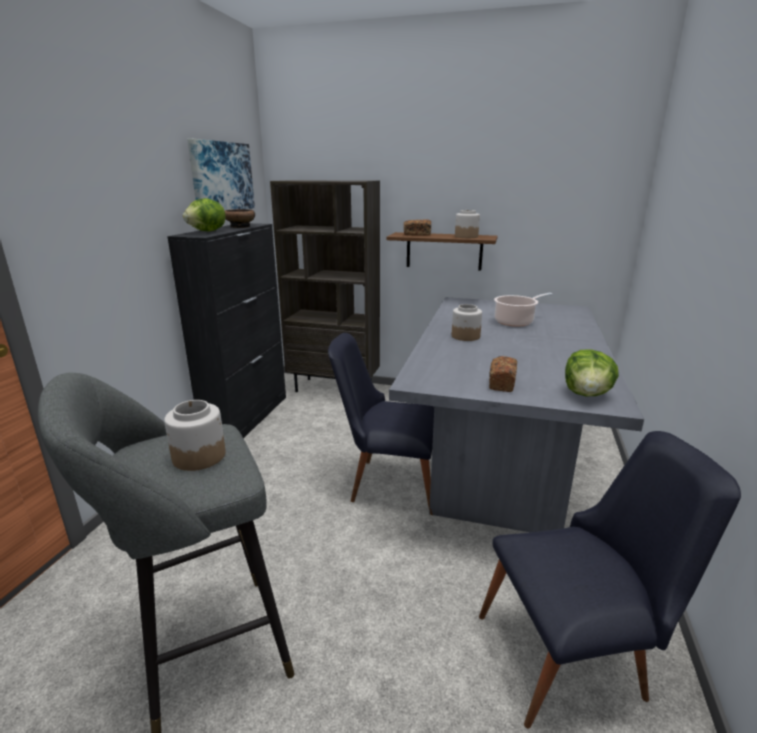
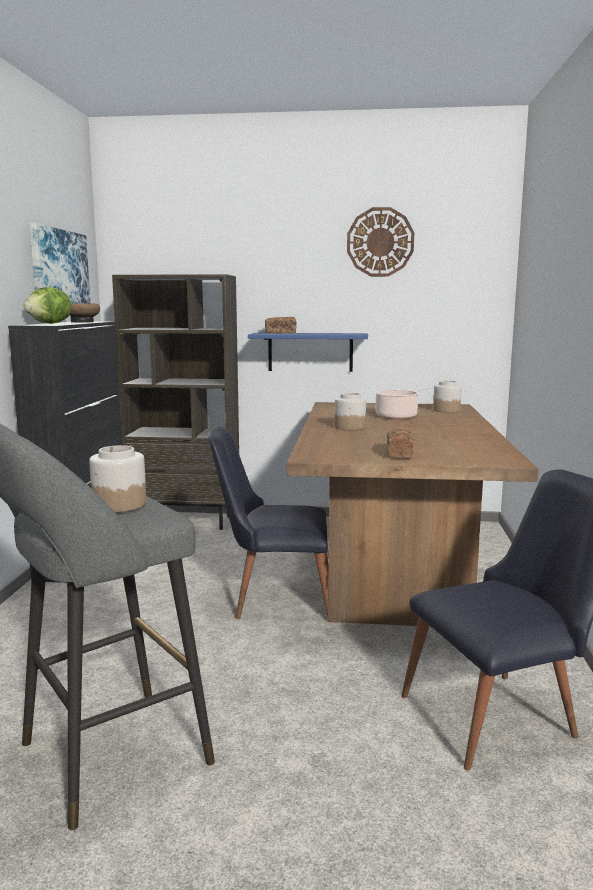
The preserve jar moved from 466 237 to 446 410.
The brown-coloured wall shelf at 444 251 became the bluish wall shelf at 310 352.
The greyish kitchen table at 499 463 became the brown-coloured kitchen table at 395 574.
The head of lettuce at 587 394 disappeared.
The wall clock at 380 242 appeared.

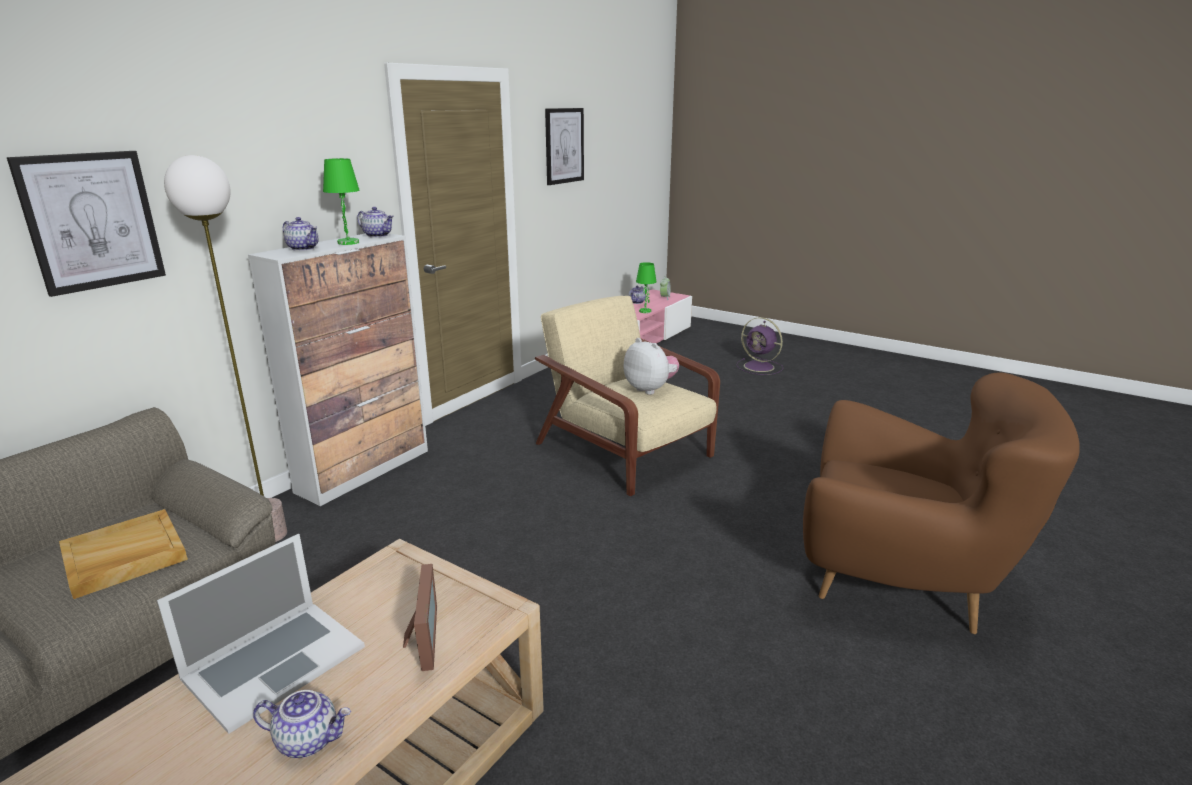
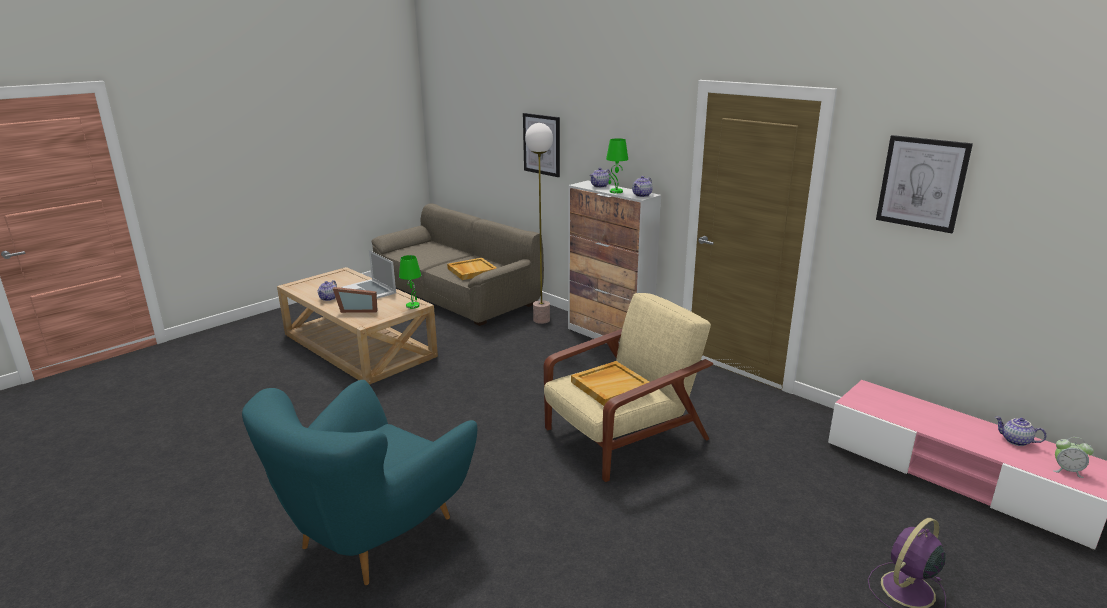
The green lamp for a table moved from 645 311 to 413 306.
The cuddly toy at 650 389 was replaced by the beige-coloured tray at 610 385.
The brown-coloured armchair at 902 582 became the turquoise-coloured armchair at 373 534.

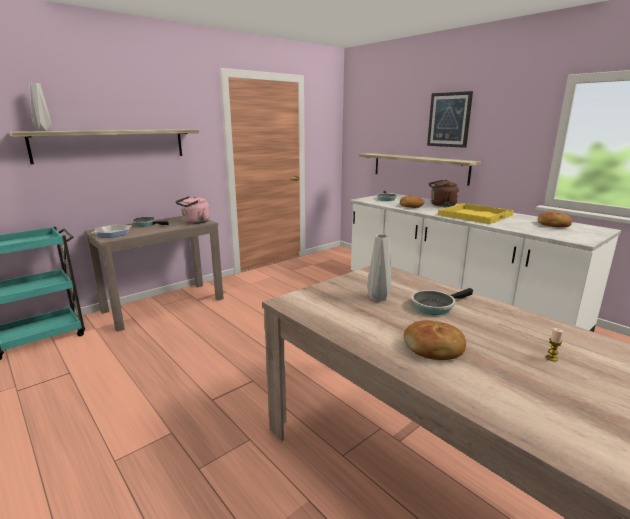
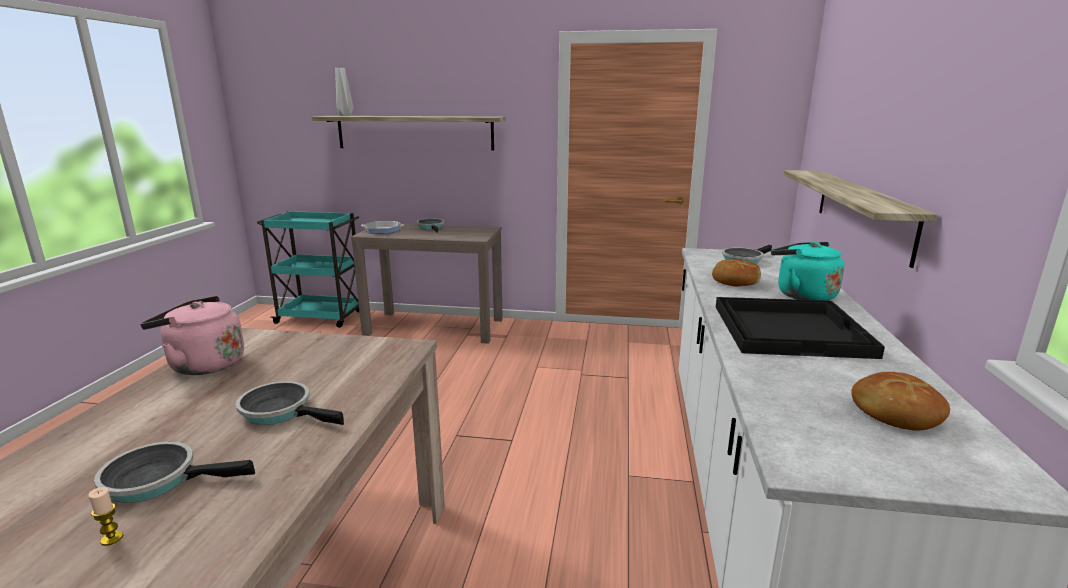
The wall art at 449 120 disappeared.
The brown-coloured water kettle at 441 205 became the turquoise-coloured water kettle at 802 295.
The pink water kettle moved from 194 222 to 203 365.
The yellowish tray at 475 215 became the black-coloured tray at 790 329.
The greyish vase at 379 299 disappeared.
The bakery bread at 434 348 disappeared.
The pan at 158 480 appeared.

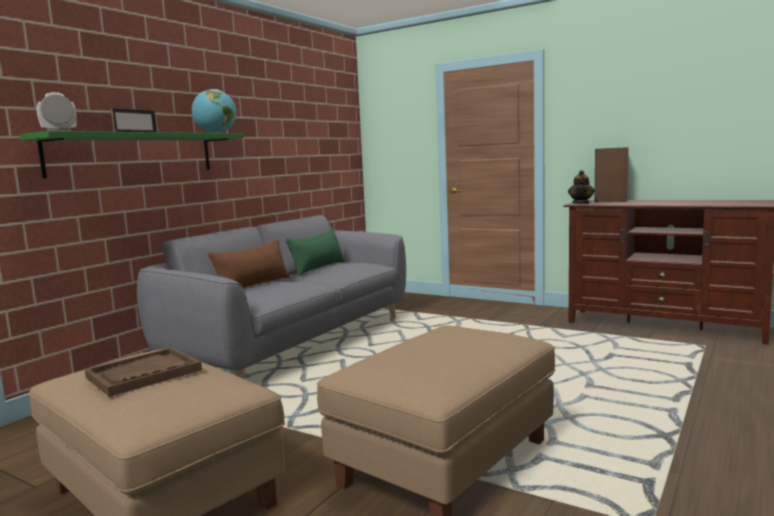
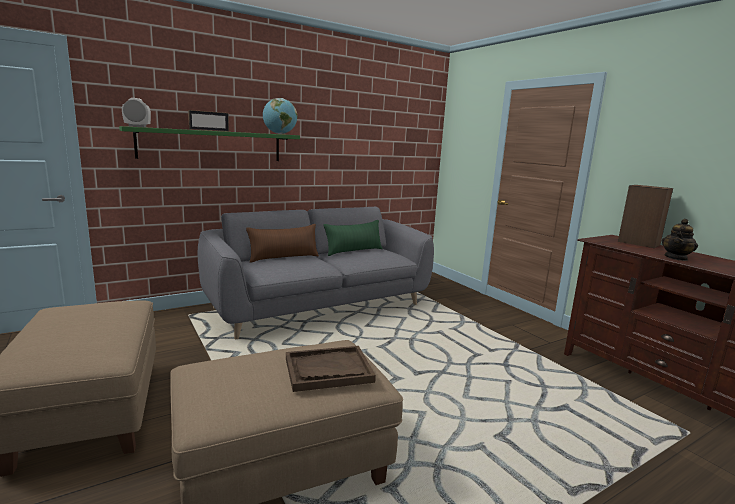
The teapot moved from 581 203 to 676 258.
The brown-coloured tray moved from 144 374 to 328 370.

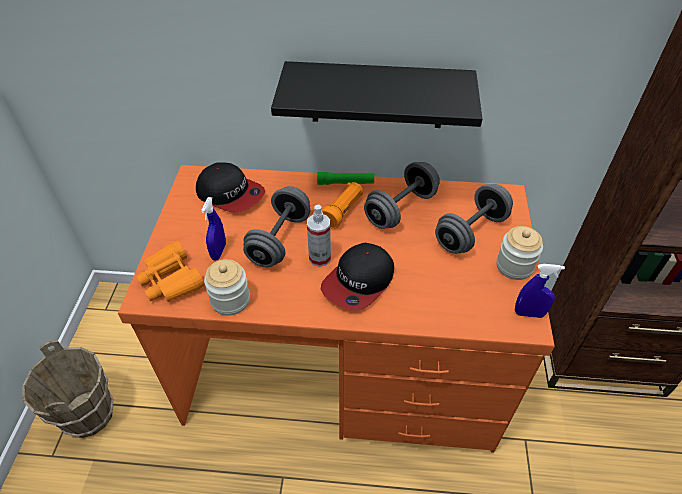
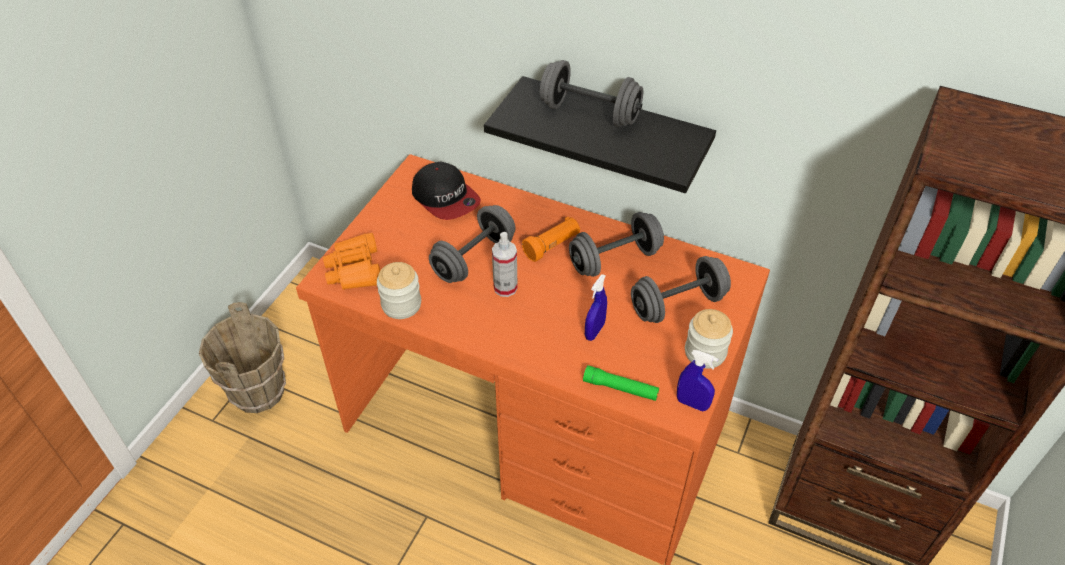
The green torch moved from 345 183 to 620 388.
The bluish sprayer moved from 218 251 to 594 331.
The cap at 359 282 disappeared.
The greyish hand weight at 590 113 appeared.

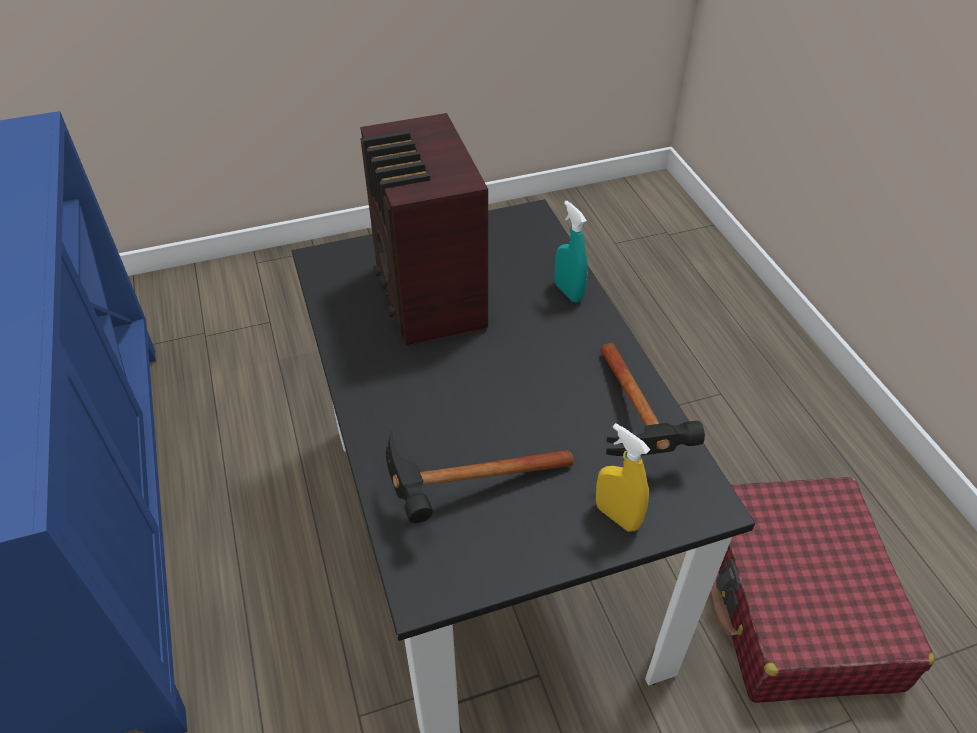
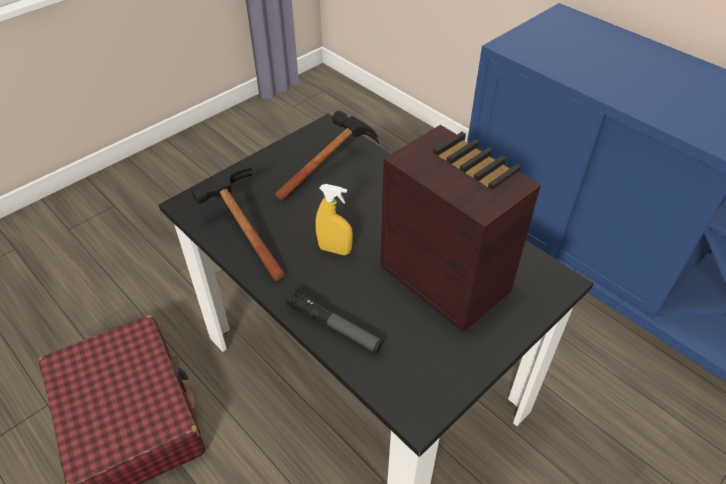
The turquoise-coloured sprayer at 568 292 was replaced by the torch at 334 326.
The yellowish sprayer moved from 617 516 to 335 250.

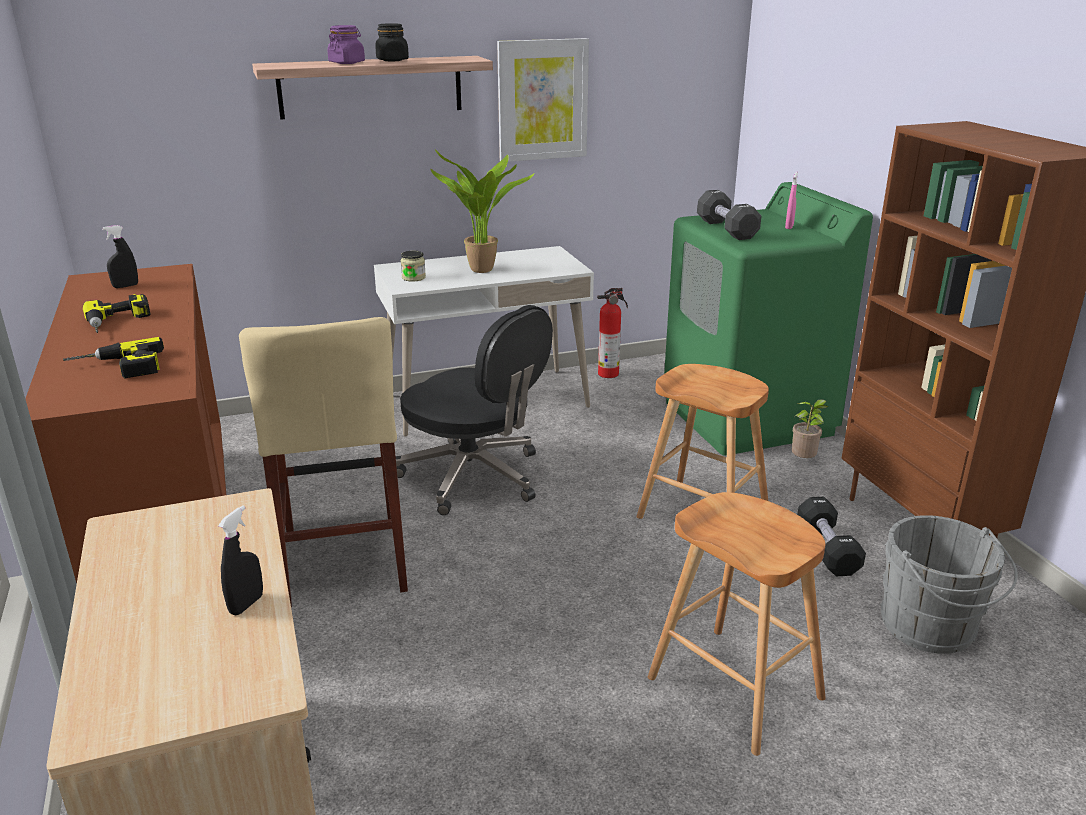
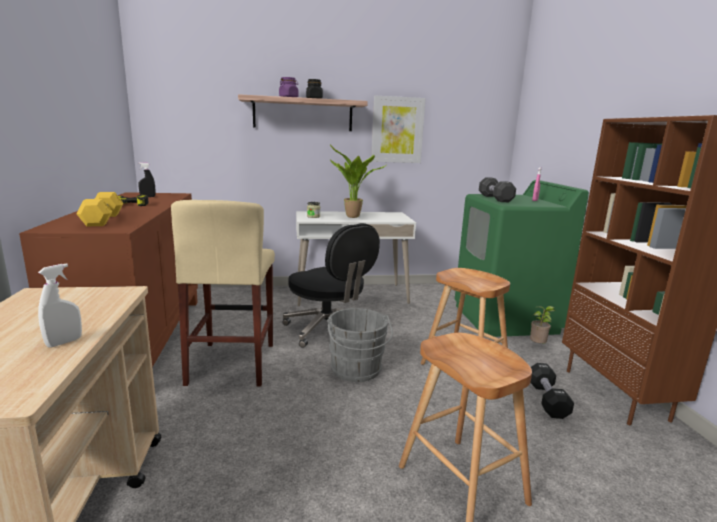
The fire-fighting cylinder at 610 373 disappeared.
The electric drill at 117 368 was replaced by the yellowish hand weight at 103 220.
The black-coloured sprayer at 246 604 became the white sprayer at 64 342.
The greyish water bucket moved from 931 628 to 356 370.

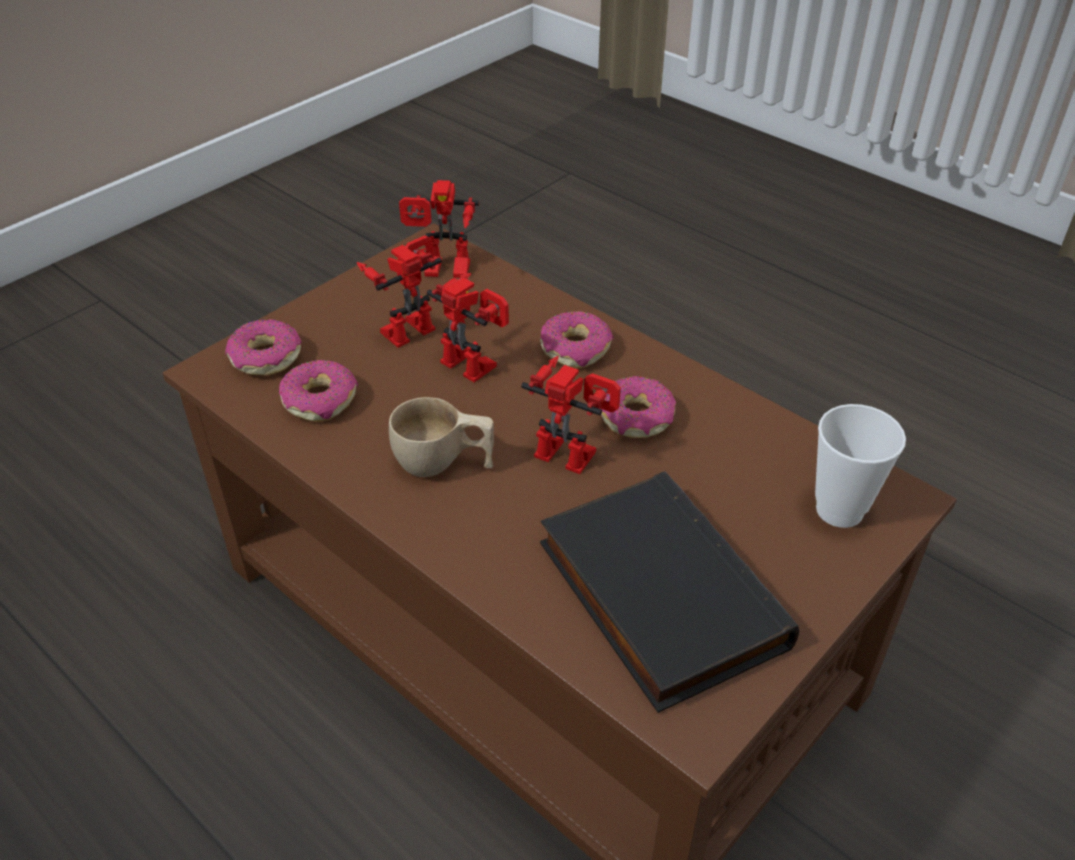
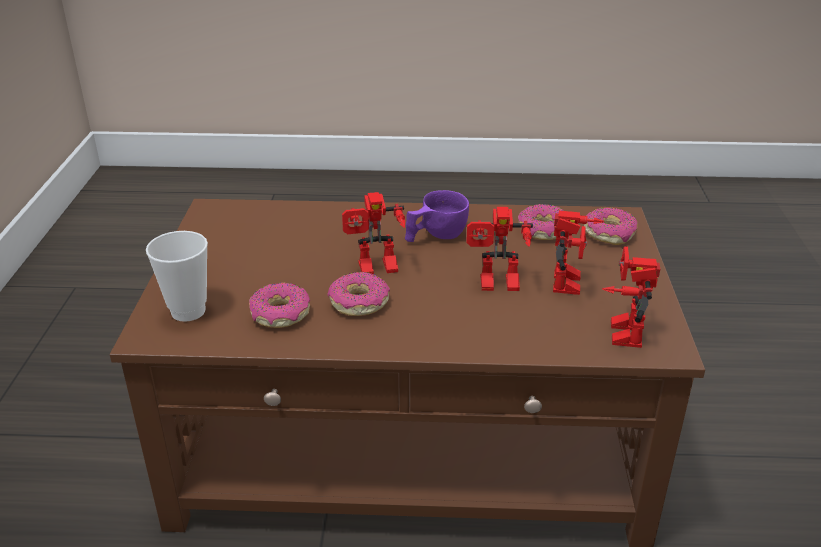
The robot figure at 443 272 turned 45 degrees counterclockwise.
The ring doughnut moved from 576 349 to 280 314.
The beige-coloured cup at 443 463 became the purplish cup at 435 236.
The black-coloured book at 655 595 disappeared.

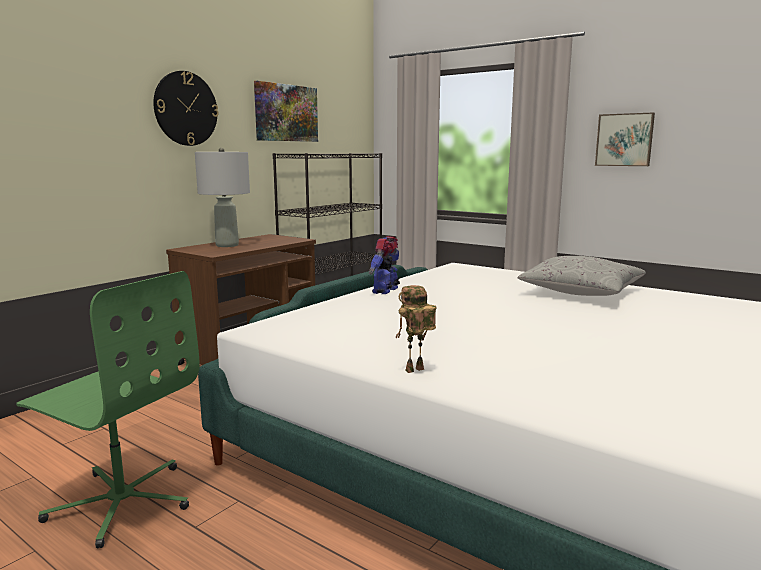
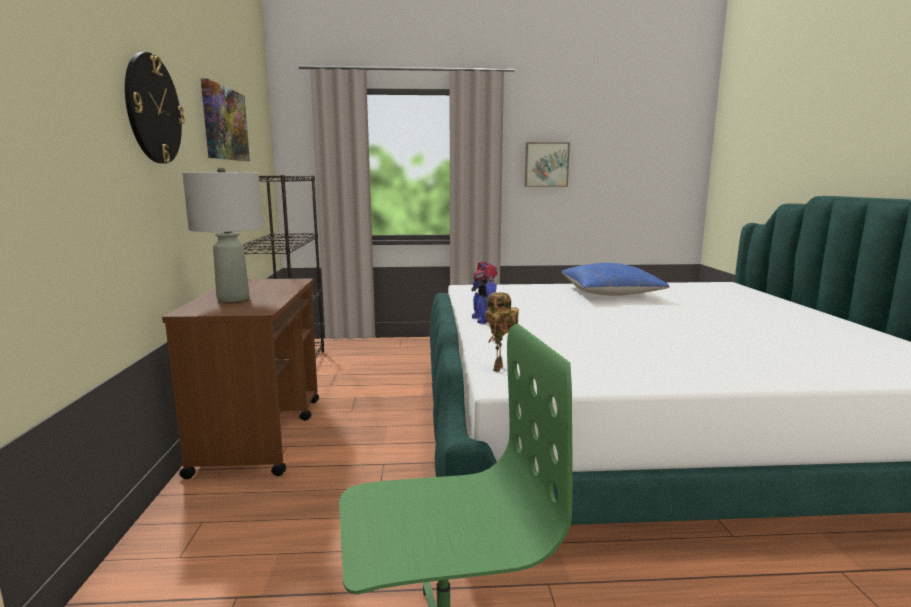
The greyish pillow at 581 292 became the bluish pillow at 610 293.
The robot figure moved from 414 371 to 500 369.

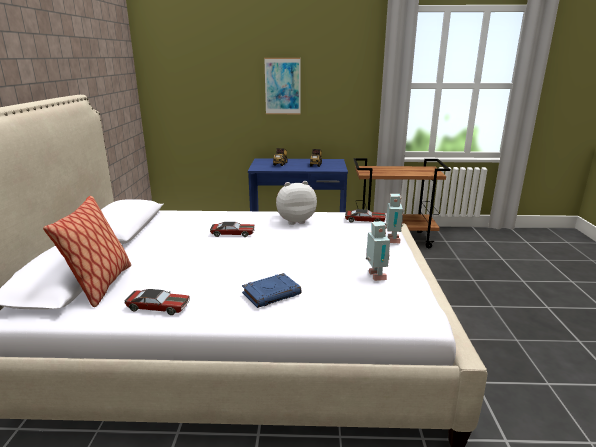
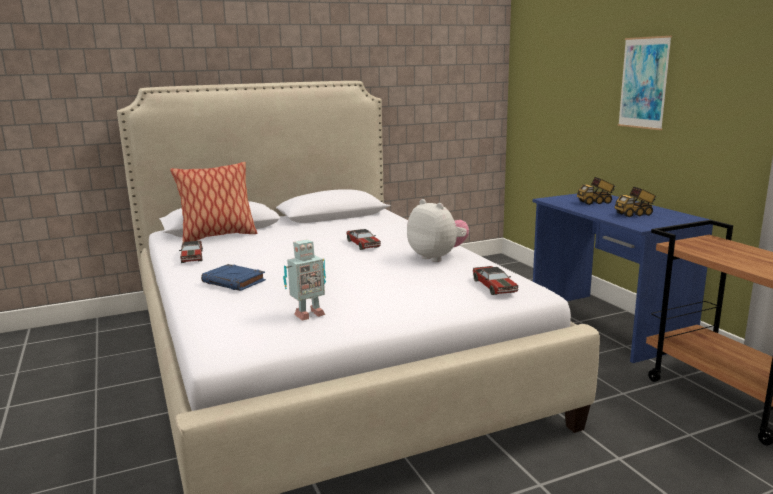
The robot figure at 392 240 disappeared.

